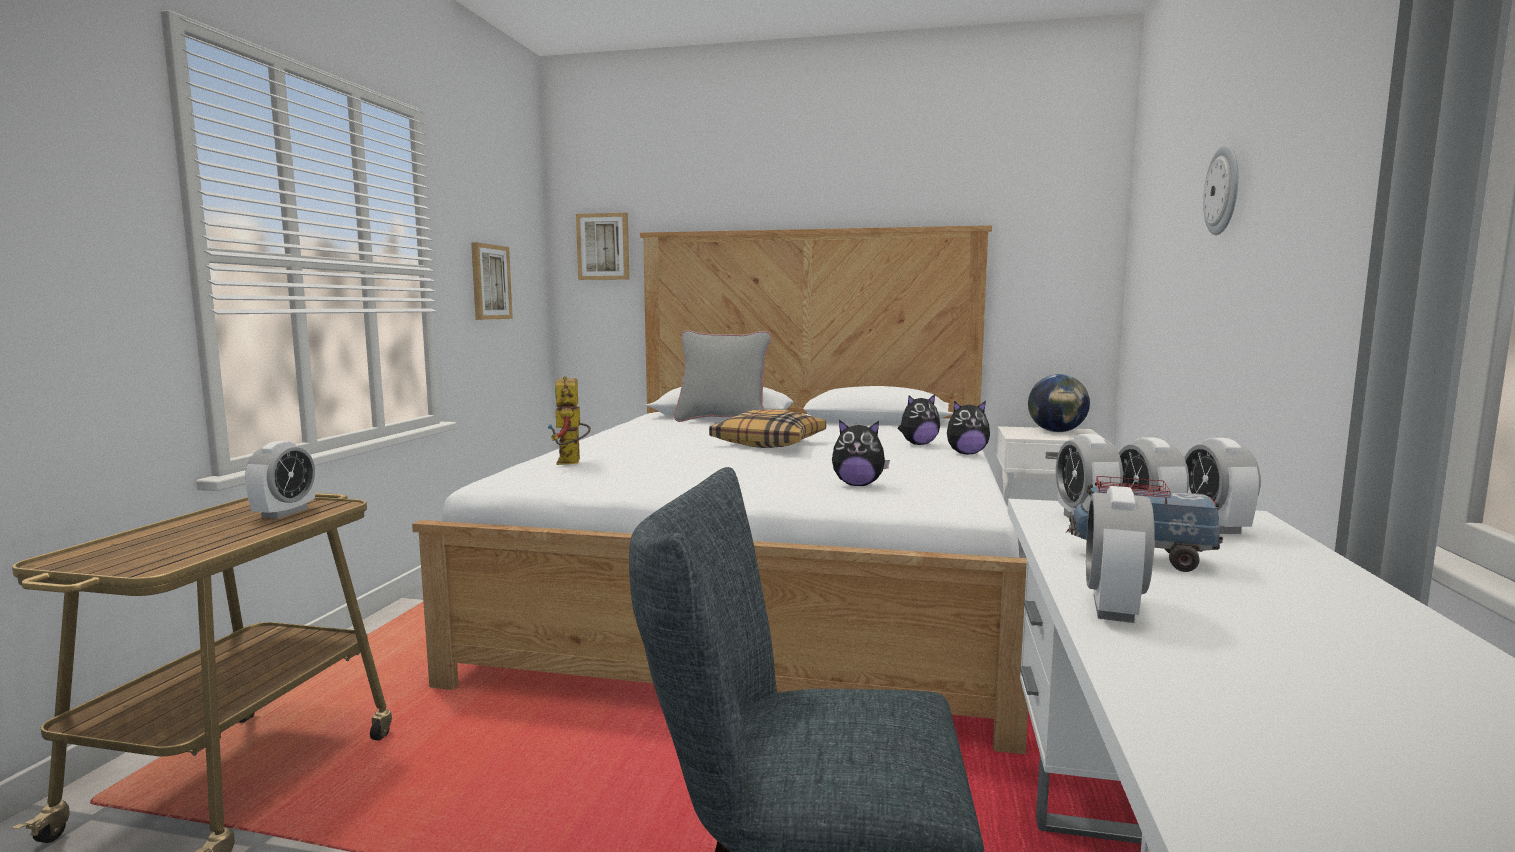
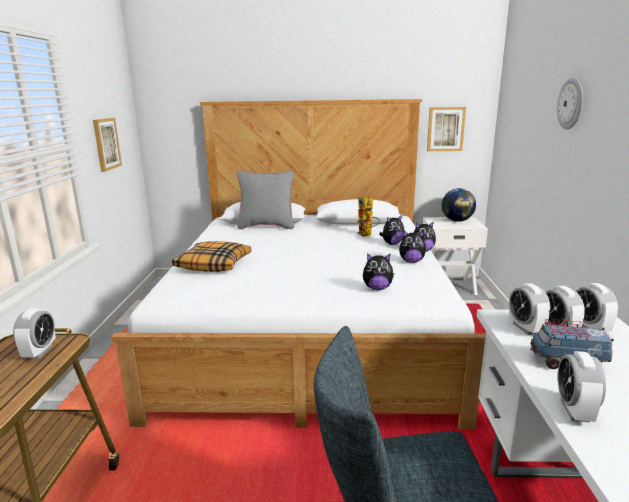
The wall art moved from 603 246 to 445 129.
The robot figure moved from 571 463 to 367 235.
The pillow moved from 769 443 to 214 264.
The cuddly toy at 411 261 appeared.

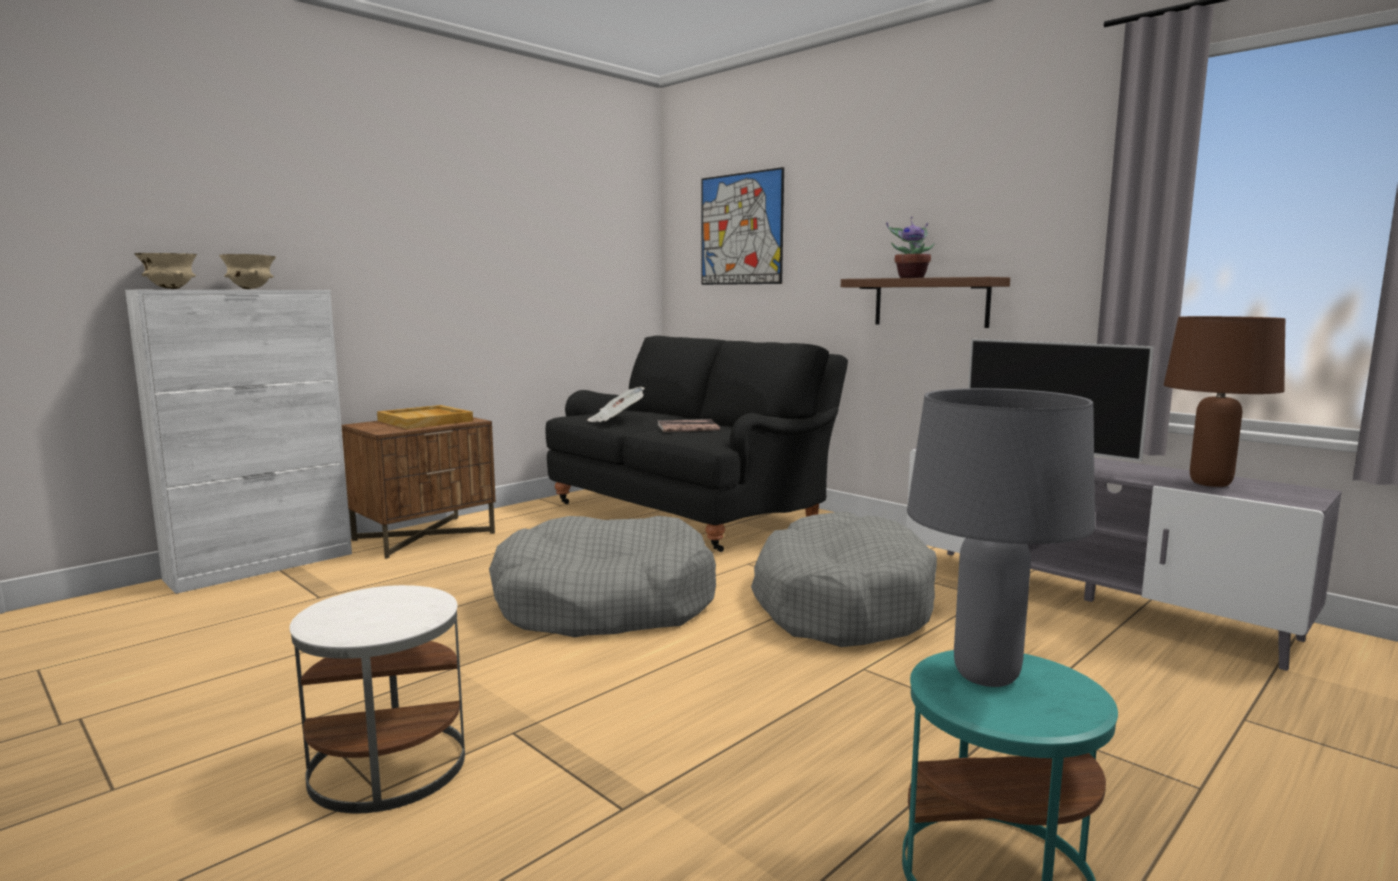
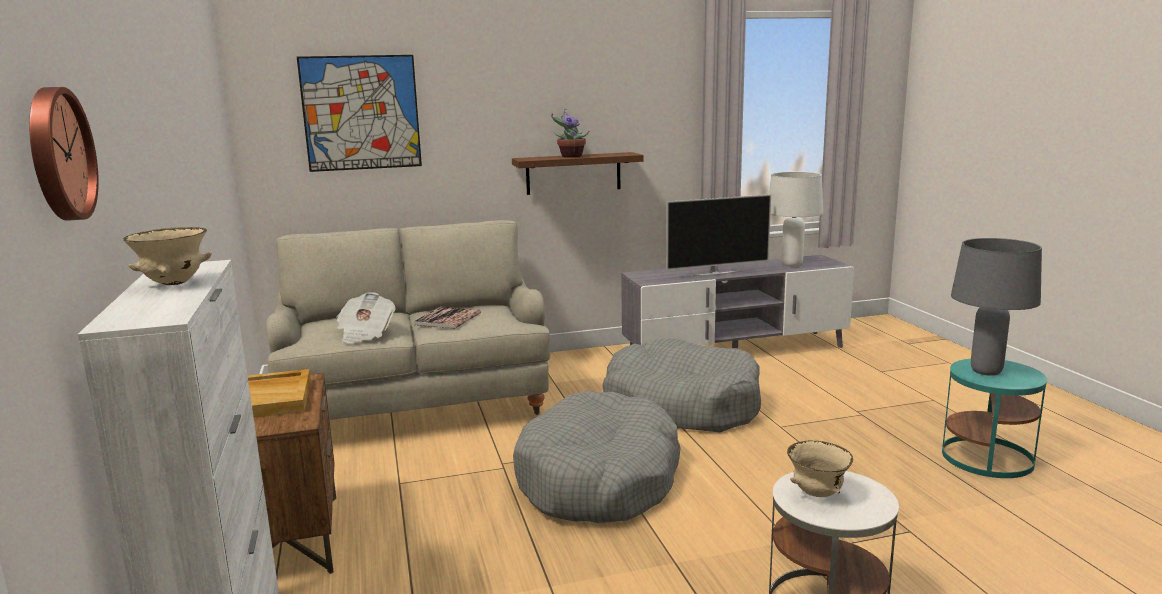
The beige-coloured deep dish moved from 170 289 to 817 494.
The brown-coloured lamp for a table at 1211 484 became the white lamp for a table at 792 265.
The black-coloured sofa at 691 511 became the beige-coloured sofa at 416 401.
The wall clock at 57 154 appeared.

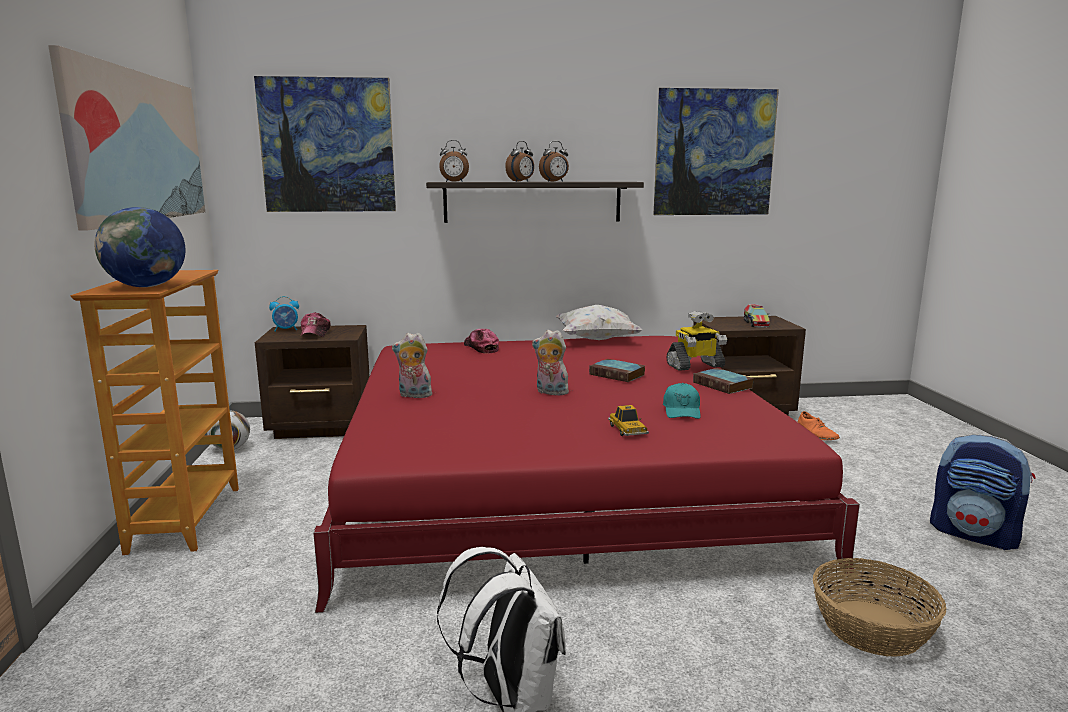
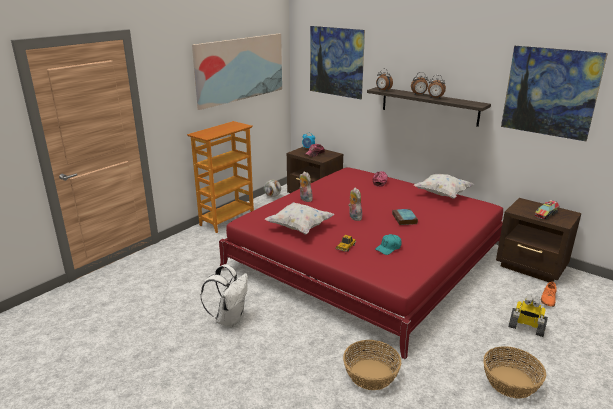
The globe at 147 286 disappeared.
The robot figure moved from 695 366 to 526 327.
The book at 724 385 disappeared.
The rucksack at 974 534 was replaced by the basket at 511 382.
The white pillow at 299 227 appeared.

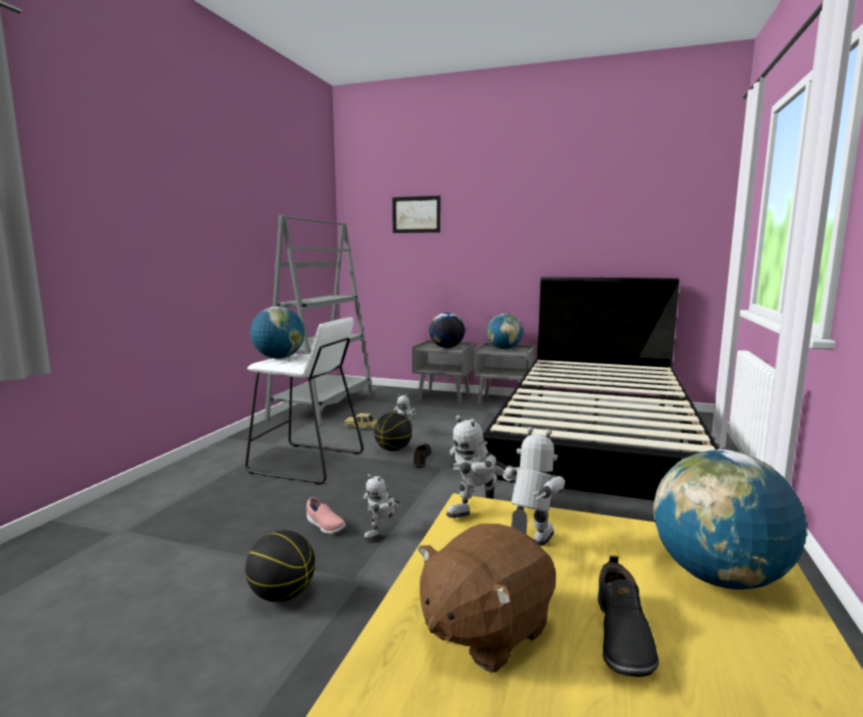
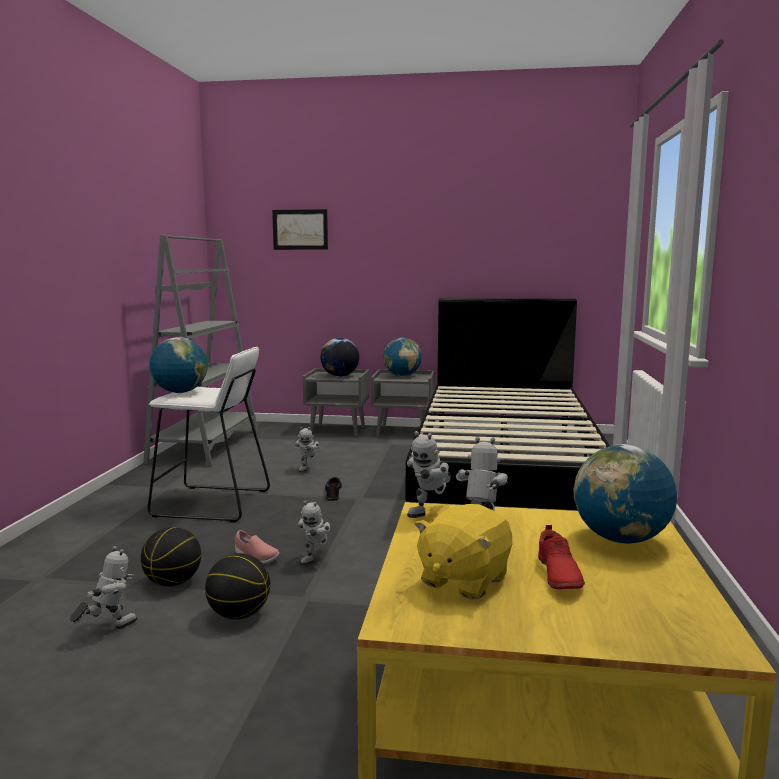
The toy car at 362 427 disappeared.
The basketball moved from 393 449 to 173 583.
The brown-coloured cuddly toy at 484 630 became the yellowish cuddly toy at 463 580.
The black-coloured shoe at 621 635 became the reddish shoe at 557 575.
The robot figure at 109 629 appeared.

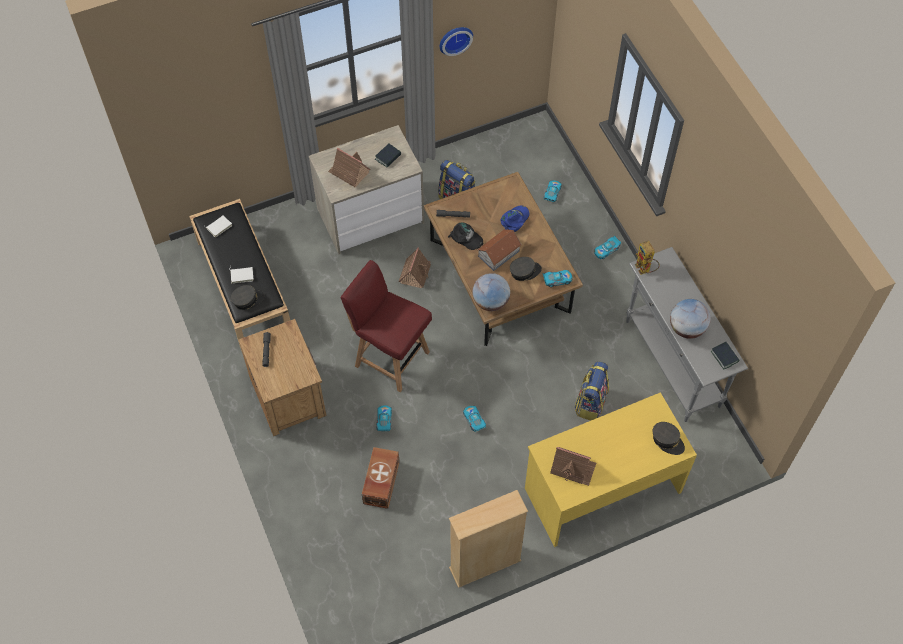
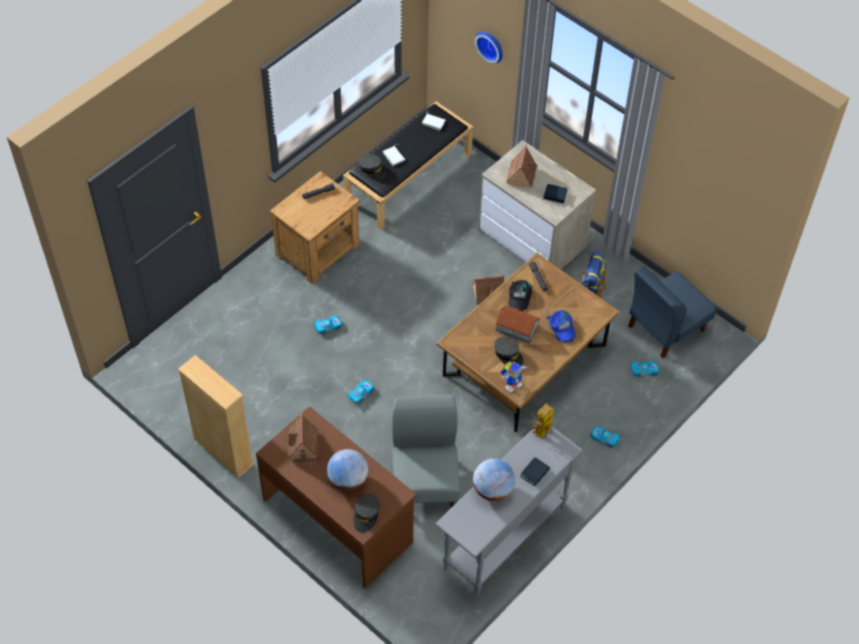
The wall clock moved from 454 38 to 491 45.
The bluish cap at 515 220 turned 60 degrees clockwise.
The reddish upright chair at 390 358 disappeared.
The toy car at 557 280 was replaced by the robot figure at 513 383.
The globe moved from 490 301 to 348 480.
The book moved from 724 356 to 535 473.
The rucksack at 590 402 was replaced by the greyish upright chair at 425 481.
The yellowish desk unit at 602 489 became the brown-coloured desk unit at 338 519.
The brown-coloured storage container at 380 483 disappeared.
The bluish upright chair at 665 328 appeared.

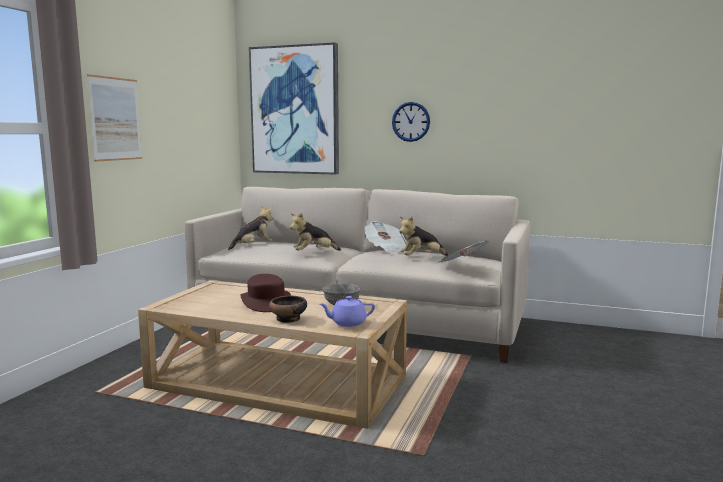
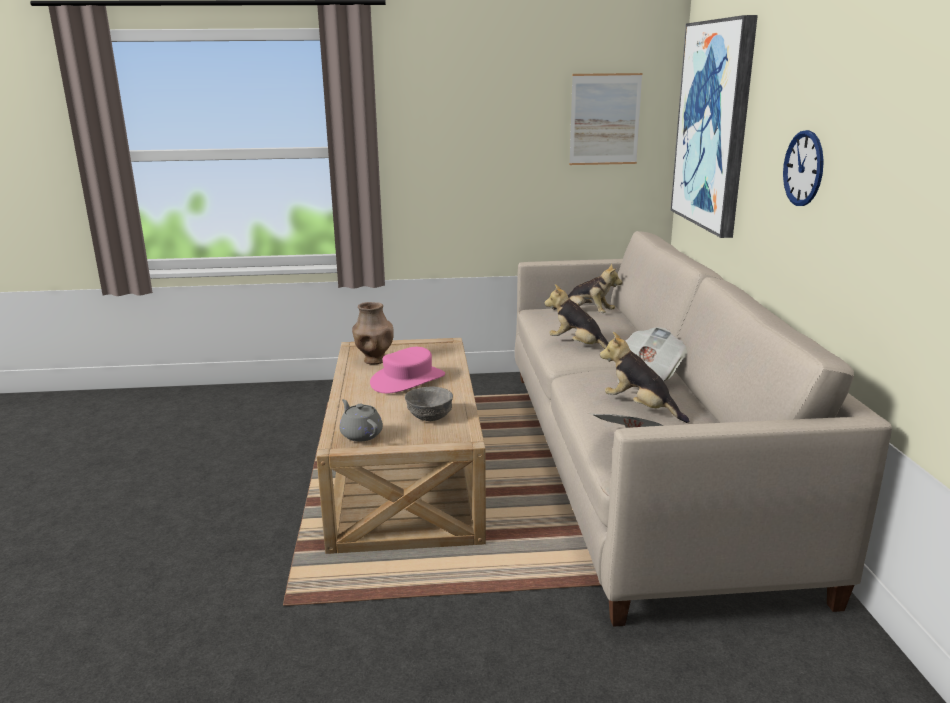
The wall art moved from 115 119 to 605 119.
The brown-coloured clothing hat at 266 302 became the pink clothing hat at 408 380.
The deep dish at 288 319 disappeared.
The purplish teapot at 347 323 became the greyish teapot at 361 434.
The brown-coloured vase at 374 360 appeared.

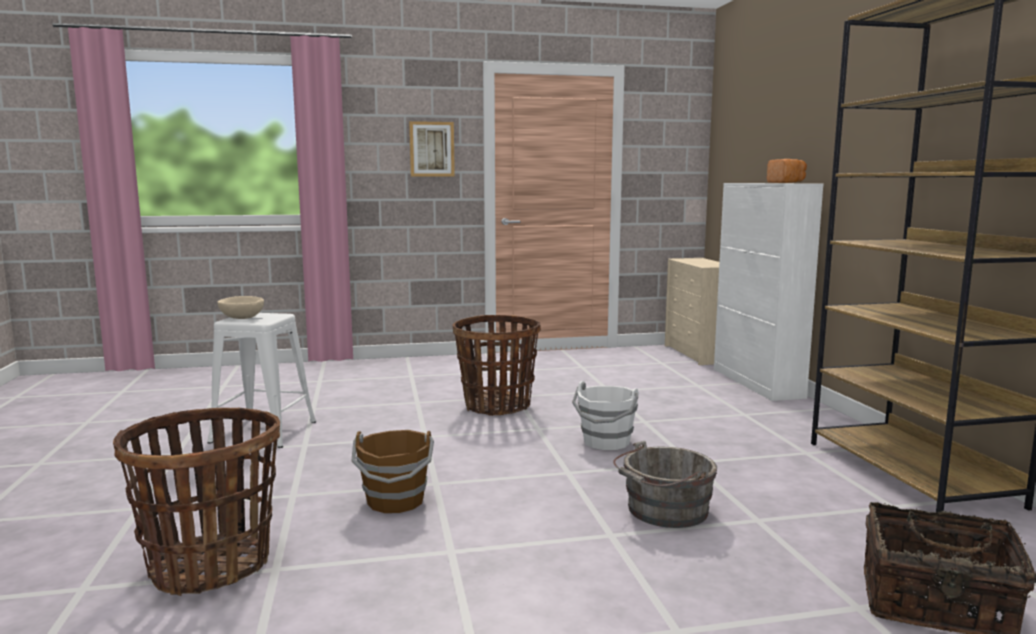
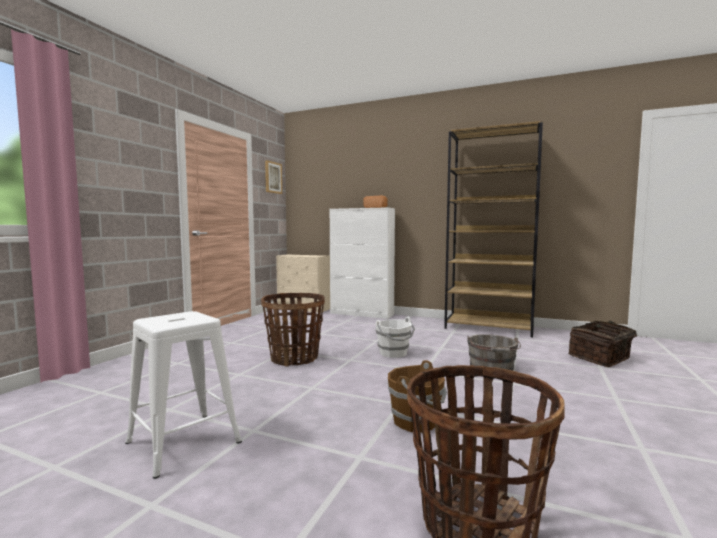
The wall art moved from 431 149 to 273 177.
The beige-coloured deep dish at 241 318 disappeared.

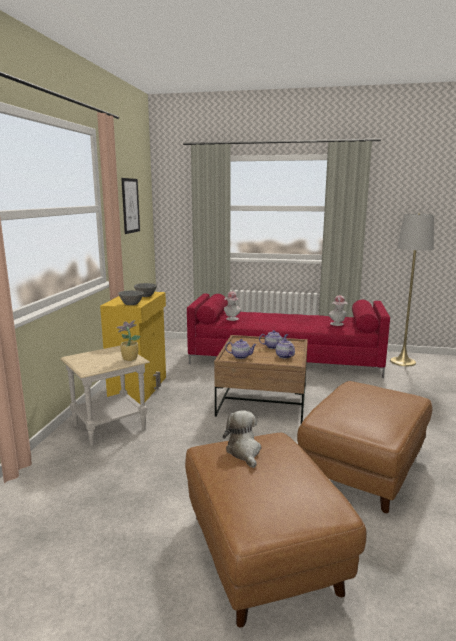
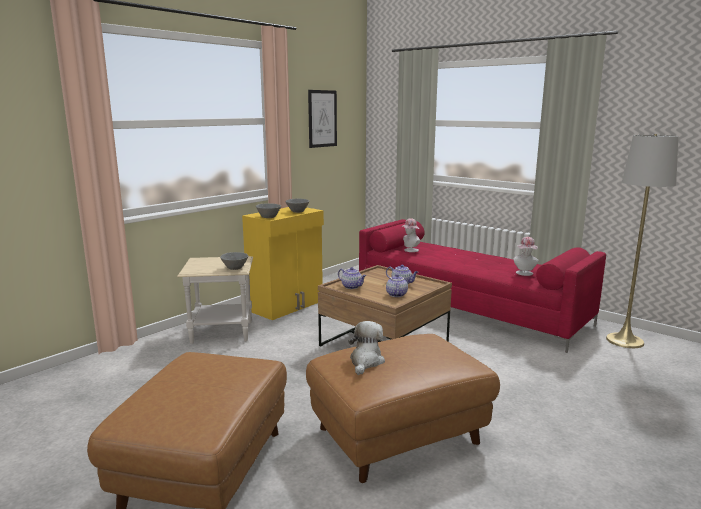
The plant in a pot at 129 359 was replaced by the greyish deep dish at 234 268.
The cuddly toy moved from 244 451 to 366 361.

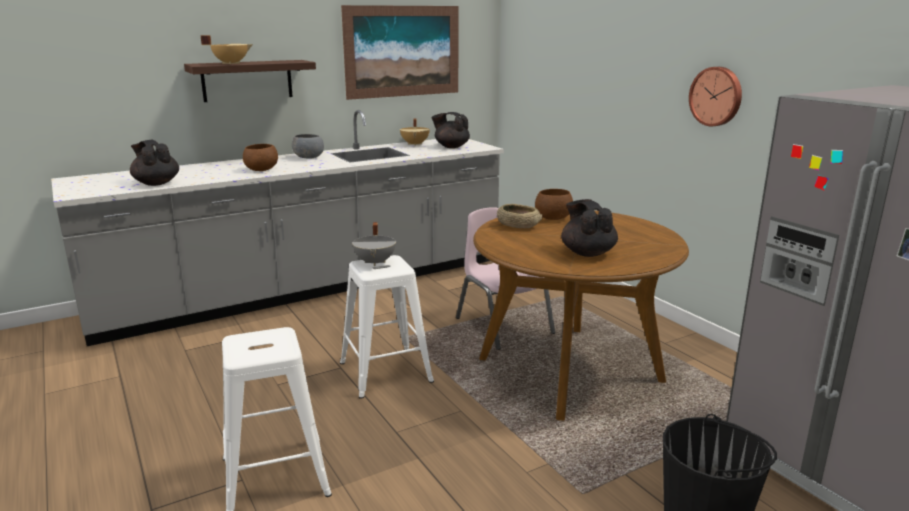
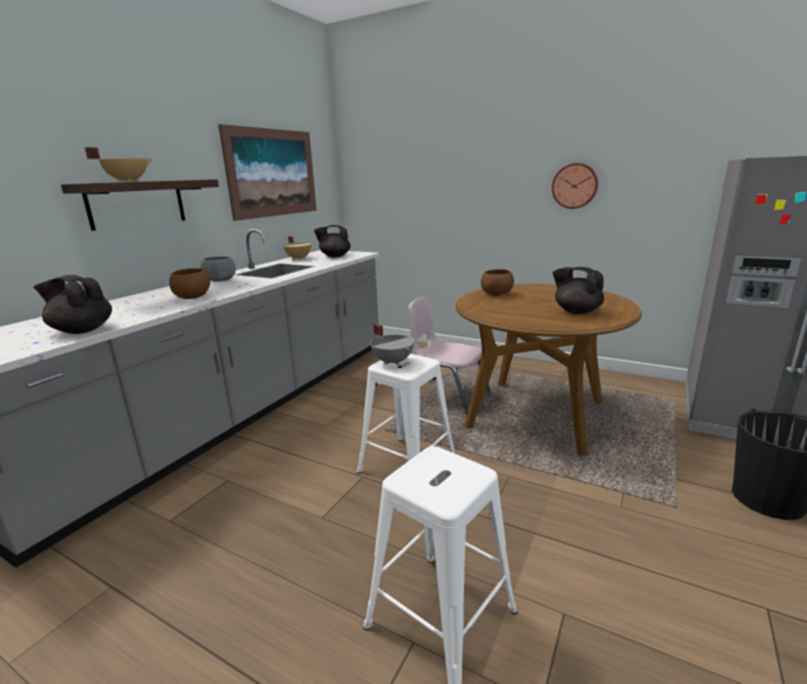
The beige-coloured deep dish at 518 225 disappeared.

